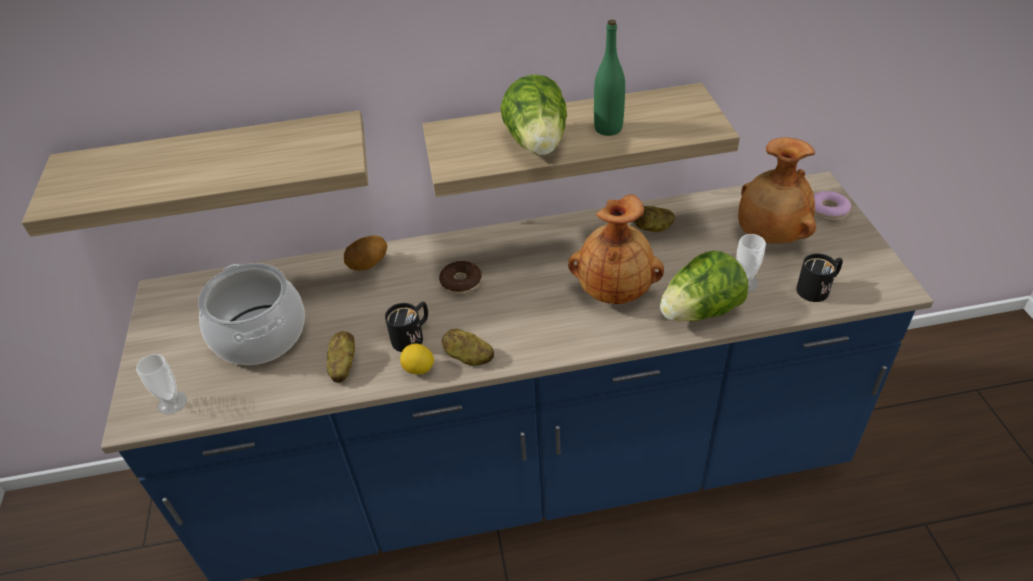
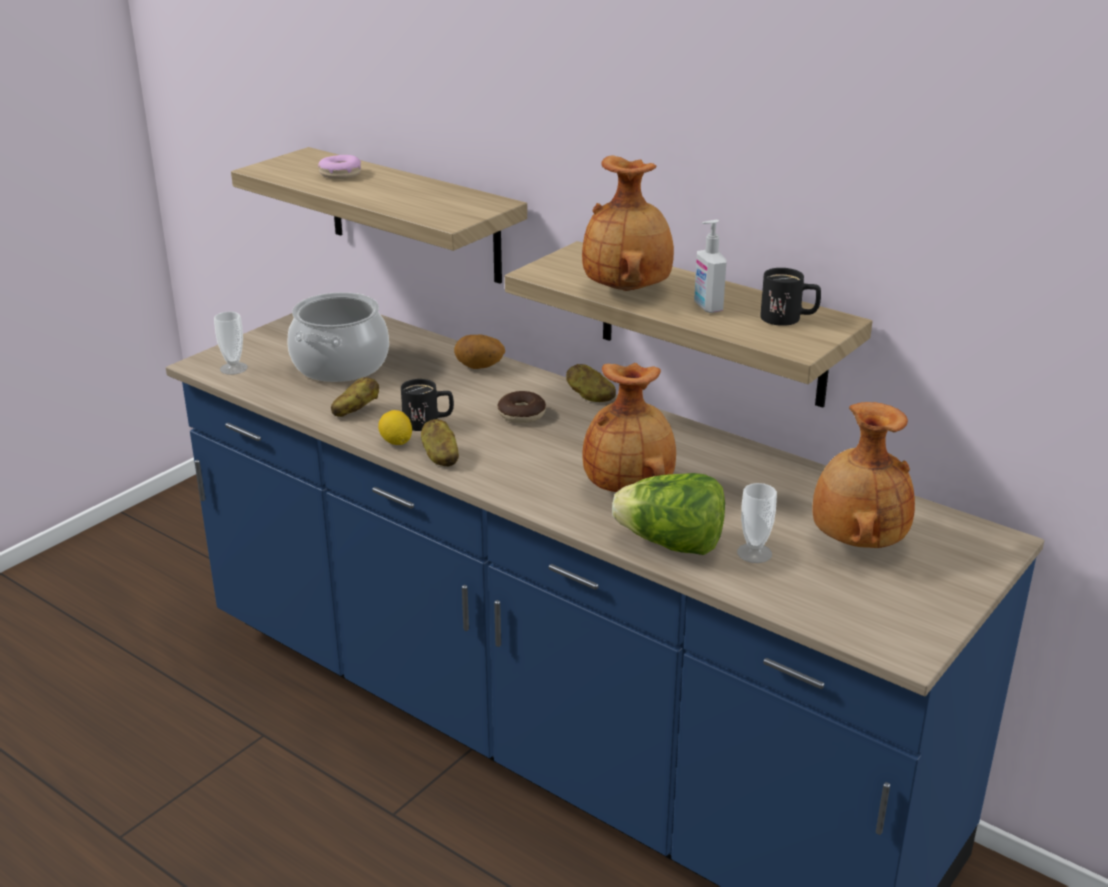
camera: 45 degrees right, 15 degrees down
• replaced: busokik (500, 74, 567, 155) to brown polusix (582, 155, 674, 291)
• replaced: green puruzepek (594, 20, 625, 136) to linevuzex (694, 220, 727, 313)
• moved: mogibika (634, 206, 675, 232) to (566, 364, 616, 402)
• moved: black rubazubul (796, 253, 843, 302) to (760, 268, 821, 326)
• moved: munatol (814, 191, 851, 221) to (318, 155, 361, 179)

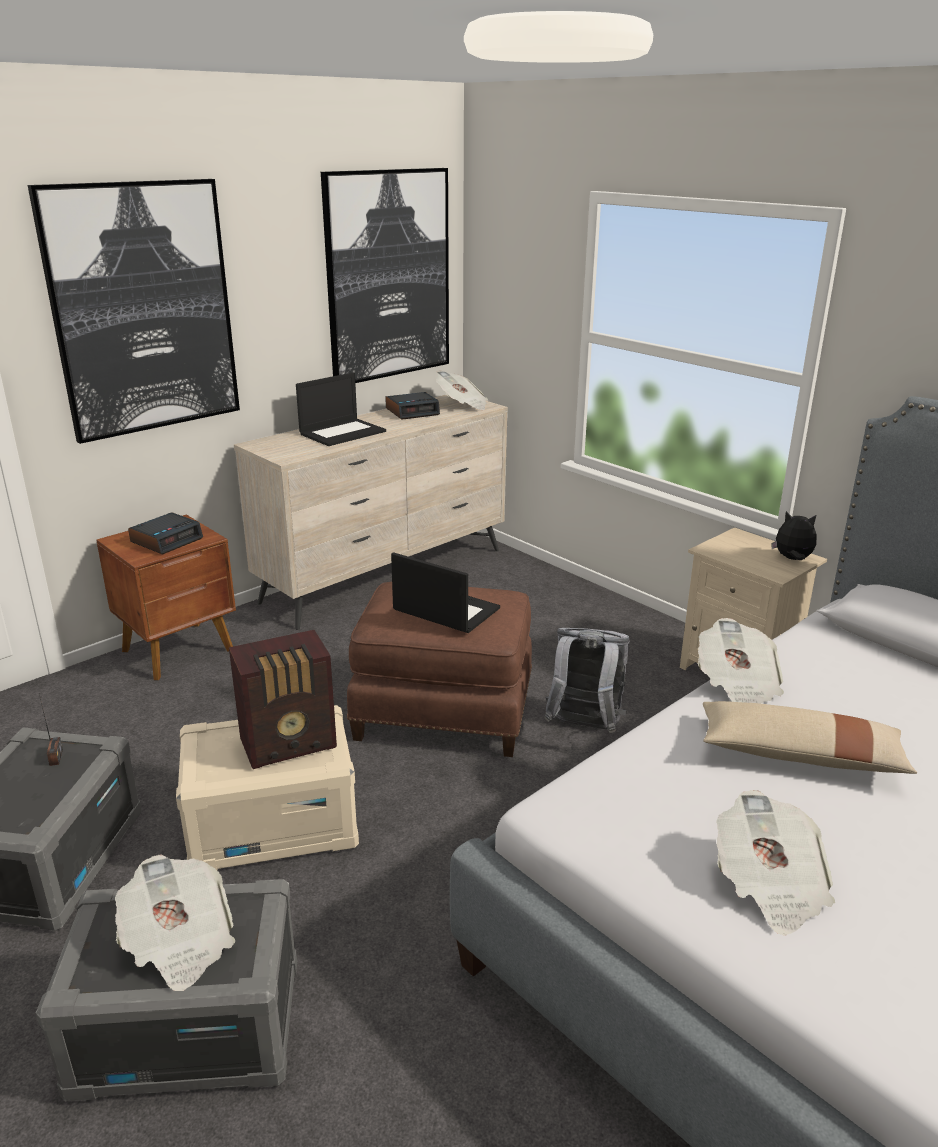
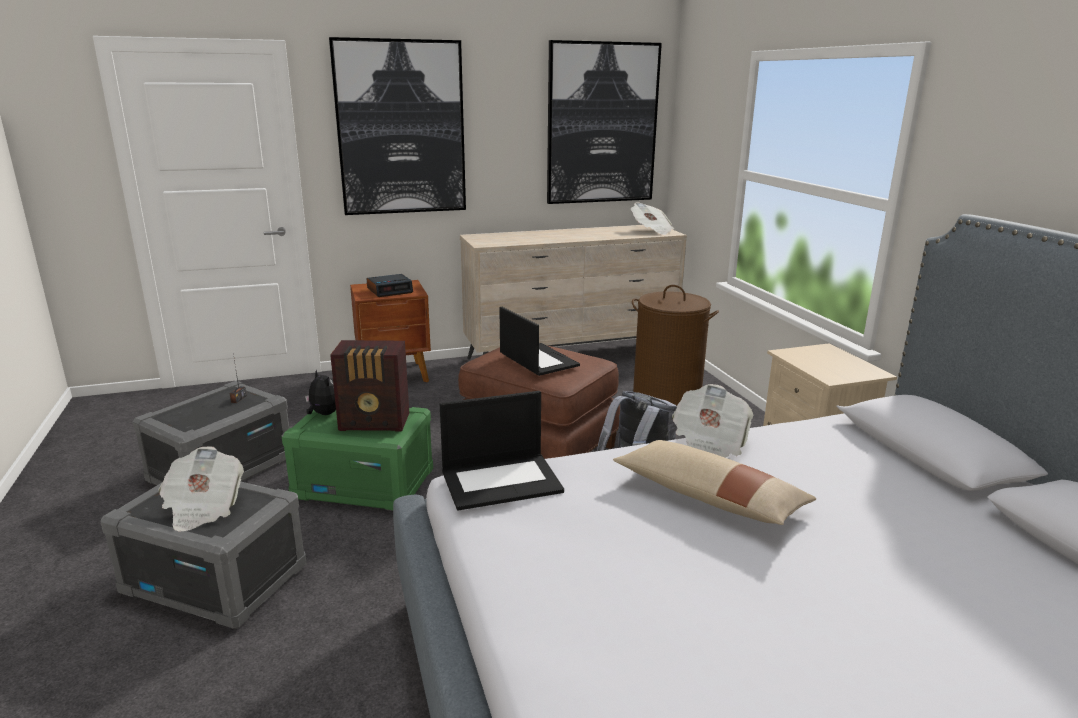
camera: 25 degrees right, 5 degrees down
• recoloured: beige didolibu (176, 705, 359, 870) to green didolibu (281, 407, 433, 511)
• moved: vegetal (296, 373, 386, 446) to (440, 391, 564, 510)
• removed: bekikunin (385, 392, 440, 420)
• removed: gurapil (716, 790, 835, 936)
• moved: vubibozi (771, 511, 817, 560) to (305, 370, 336, 415)
• added: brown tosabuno (632, 285, 719, 406)

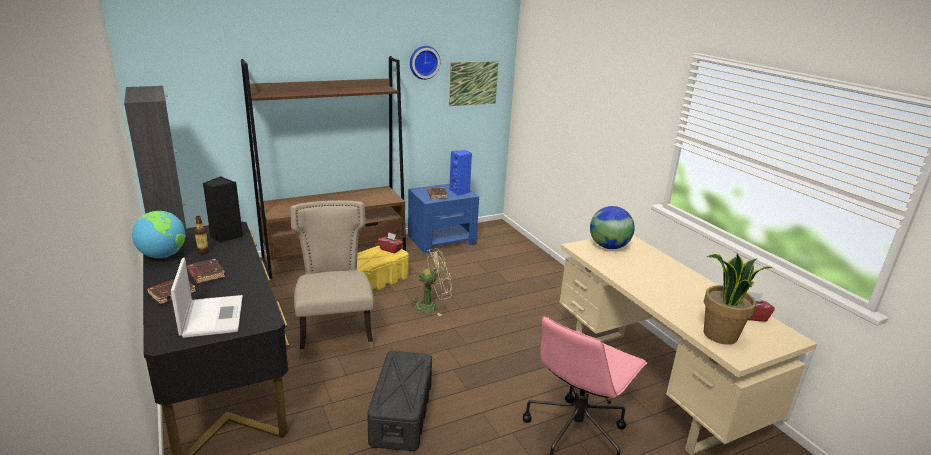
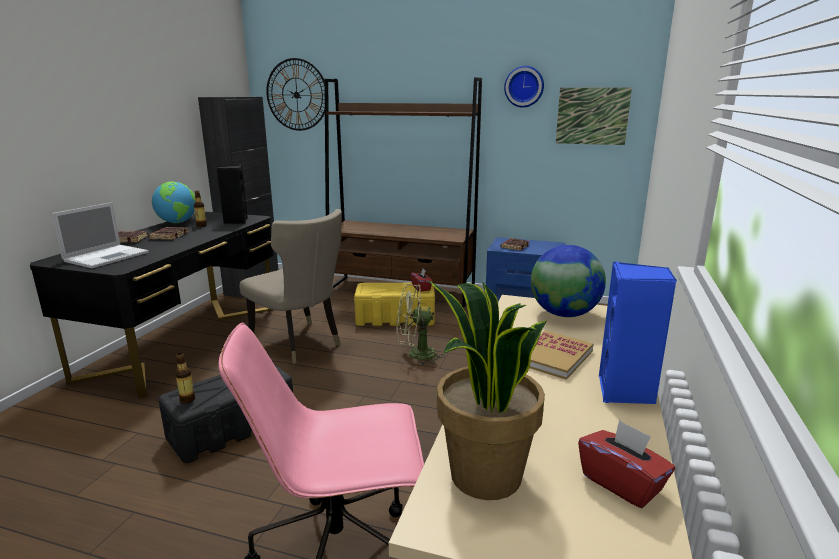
camera: 45 degrees right, 5 degrees down
• turned: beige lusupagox (291, 200, 374, 358) = (239, 209, 342, 363) 105 degrees clockwise
• turned: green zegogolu (408, 248, 452, 316) = (396, 284, 445, 365) 150 degrees clockwise
• moved: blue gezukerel (449, 150, 472, 196) to (599, 262, 677, 404)
• added: puruzepek (175, 353, 195, 404)
• added: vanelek (266, 58, 325, 131)
• added: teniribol (530, 331, 594, 380)

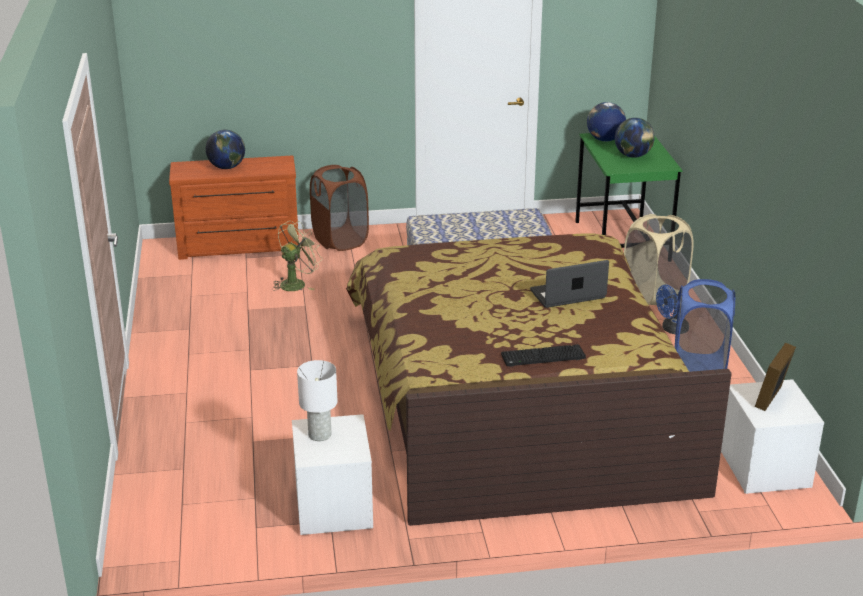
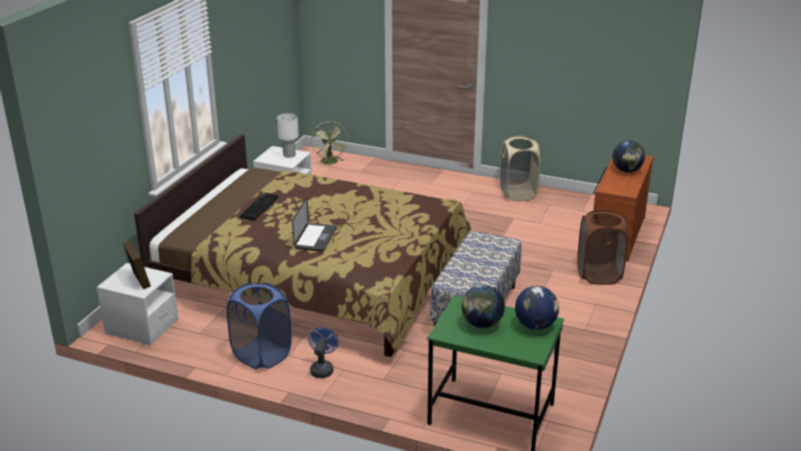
camera: 120 degrees right, 0 degrees up
• moved: green zegogolu (272, 221, 323, 291) to (311, 121, 348, 165)
• moved: beige tosabuno (624, 214, 694, 306) to (500, 136, 540, 201)

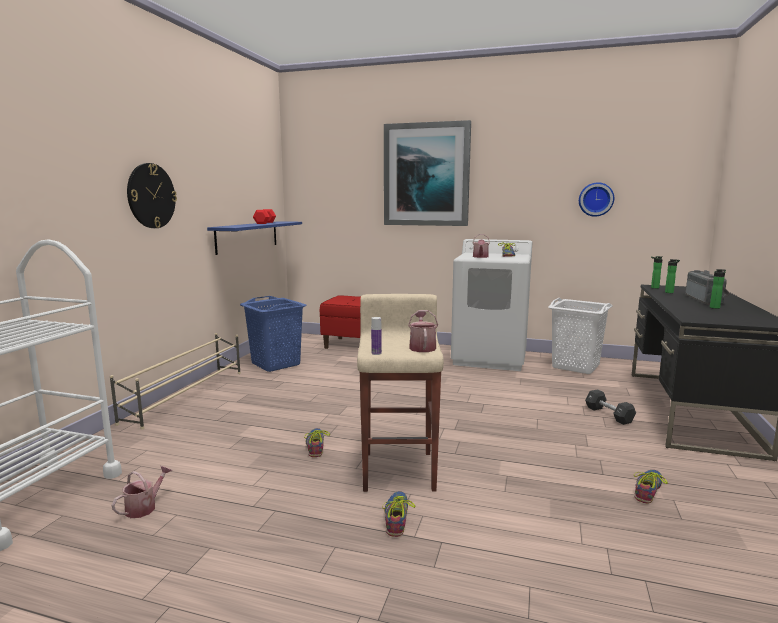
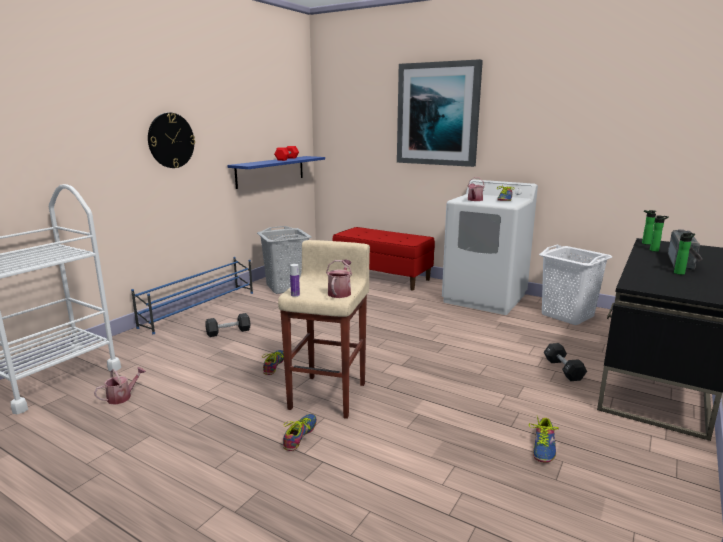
camera: 15 degrees right, 5 degrees up
• recoloured: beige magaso (110, 333, 241, 430) to blue magaso (131, 257, 253, 334)
• recoloured: blue tosabuno (240, 296, 307, 372) to grey tosabuno (257, 226, 312, 294)
• removed: vanelek (579, 182, 614, 217)
• turned: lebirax (634, 470, 668, 503) = (529, 416, 559, 463) 150 degrees clockwise
• added: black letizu (205, 313, 250, 337)

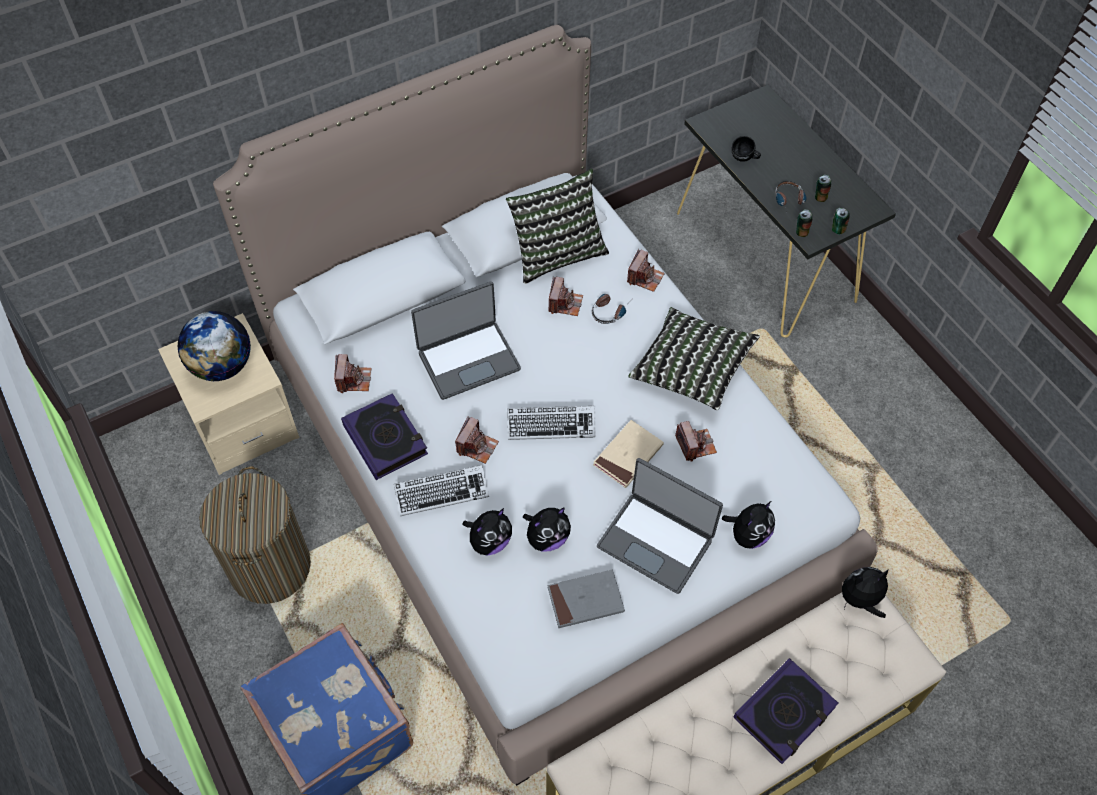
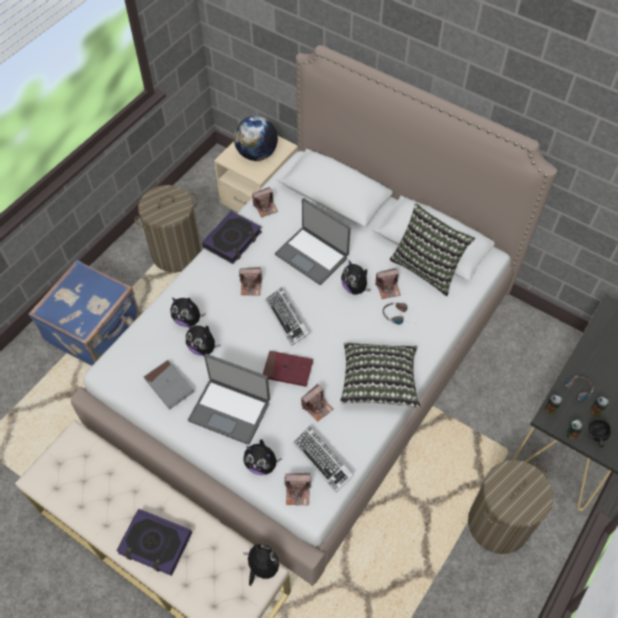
camera: 65 degrees right, 0 degrees up
• moved: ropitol (394, 465, 489, 516) to (293, 426, 354, 492)
• recoloured: beige teniribol (593, 420, 664, 488) to red teniribol (263, 351, 313, 387)
• turned: vegetal (597, 458, 723, 594) = (188, 354, 270, 445) 75 degrees counterclockwise
• moved: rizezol (627, 249, 665, 292) to (285, 473, 311, 505)
• moved: black rubazubul (732, 136, 761, 162) to (588, 419, 611, 447)
• added: vubibozi (341, 259, 371, 295)
• added: tosabuno (468, 460, 553, 554)

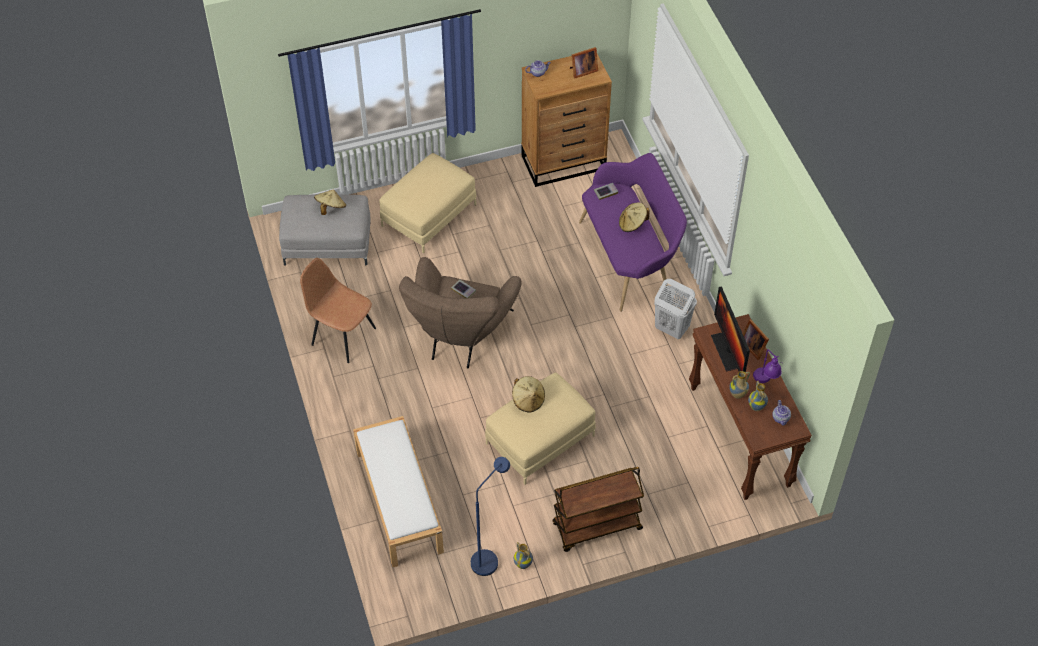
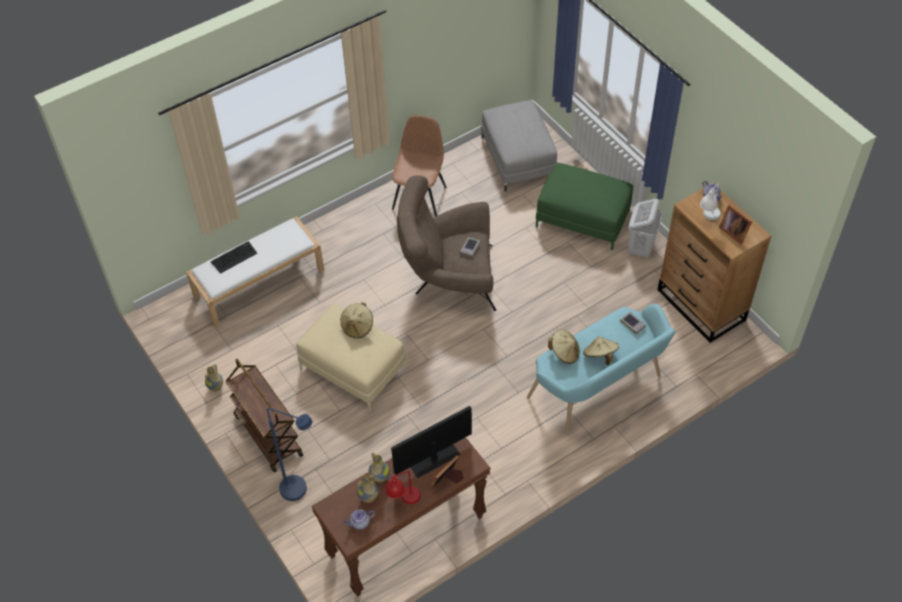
camera: 75 degrees right, 0 degrees up
• moved: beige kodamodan (314, 189, 346, 215) to (548, 330, 580, 364)
• recoloured: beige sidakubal (379, 153, 476, 253) to green sidakubal (536, 163, 633, 250)
• moved: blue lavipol (471, 457, 510, 576) to (267, 408, 312, 501)
• recoloured: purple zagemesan (579, 153, 687, 312) to turquoise zagemesan (527, 304, 676, 435)
• moved: white tosabuno (654, 279, 697, 339) to (628, 199, 662, 257)
• recoloured: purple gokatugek (753, 349, 782, 383) to red gokatugek (385, 471, 421, 504)
• added: ropitol (210, 241, 257, 274)
• added: white gokatugek (700, 184, 721, 220)

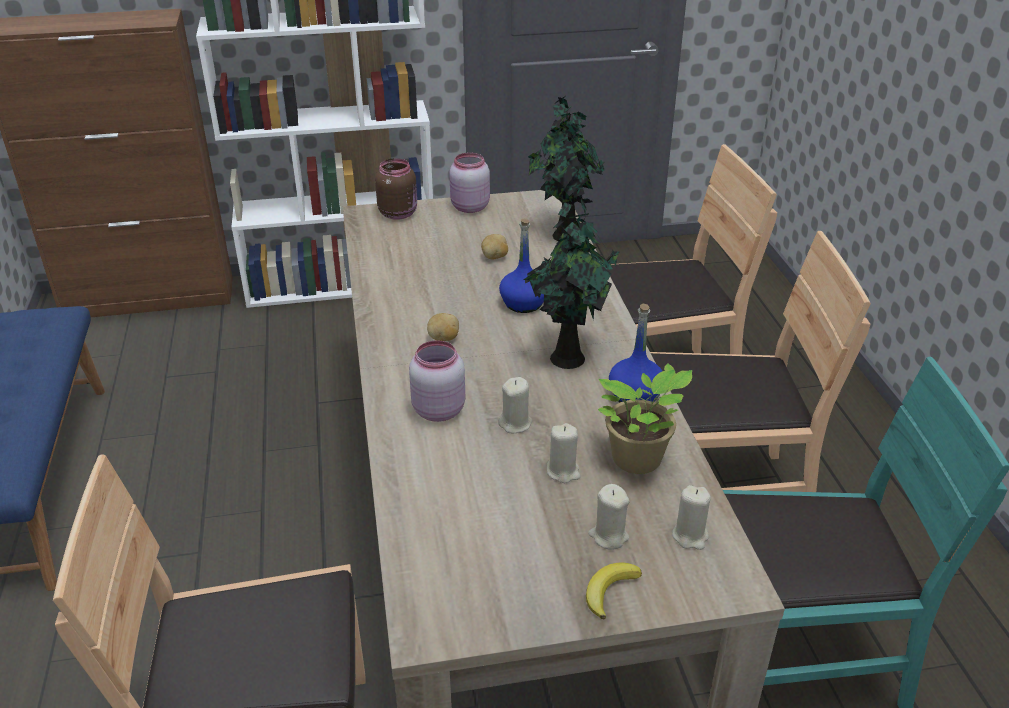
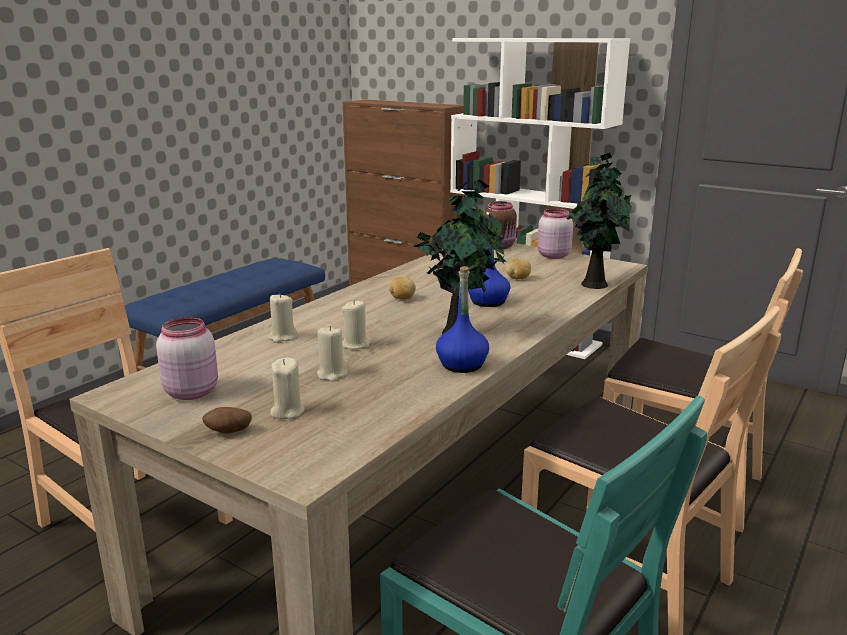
camera: 45 degrees right, 15 degrees down
• moved: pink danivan (409, 340, 465, 422) to (156, 317, 218, 400)
• replaced: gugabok (586, 562, 642, 619) to mogibika (202, 407, 252, 434)
• removed: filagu (598, 363, 692, 474)
• moved: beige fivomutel (672, 485, 711, 550) to (269, 293, 298, 343)

